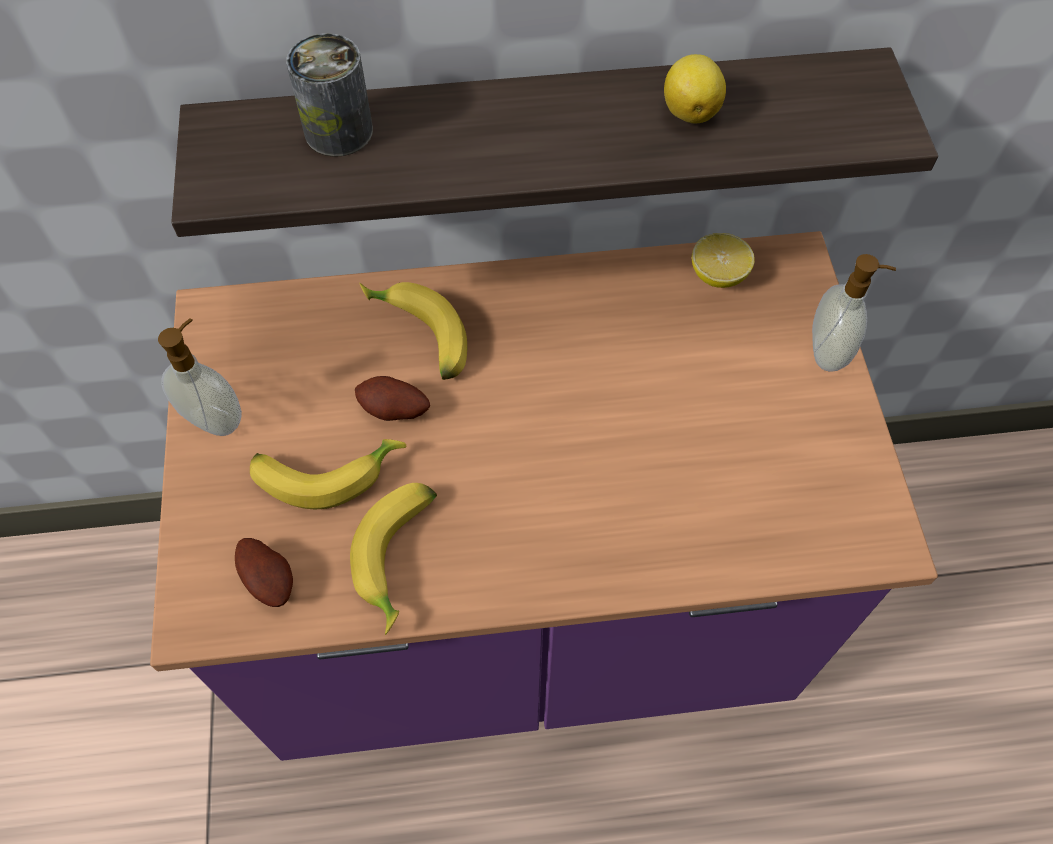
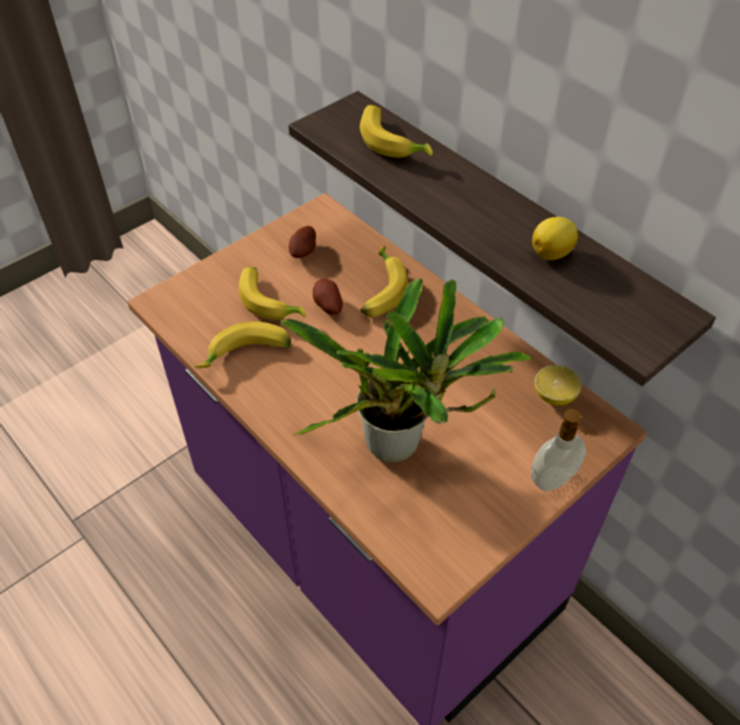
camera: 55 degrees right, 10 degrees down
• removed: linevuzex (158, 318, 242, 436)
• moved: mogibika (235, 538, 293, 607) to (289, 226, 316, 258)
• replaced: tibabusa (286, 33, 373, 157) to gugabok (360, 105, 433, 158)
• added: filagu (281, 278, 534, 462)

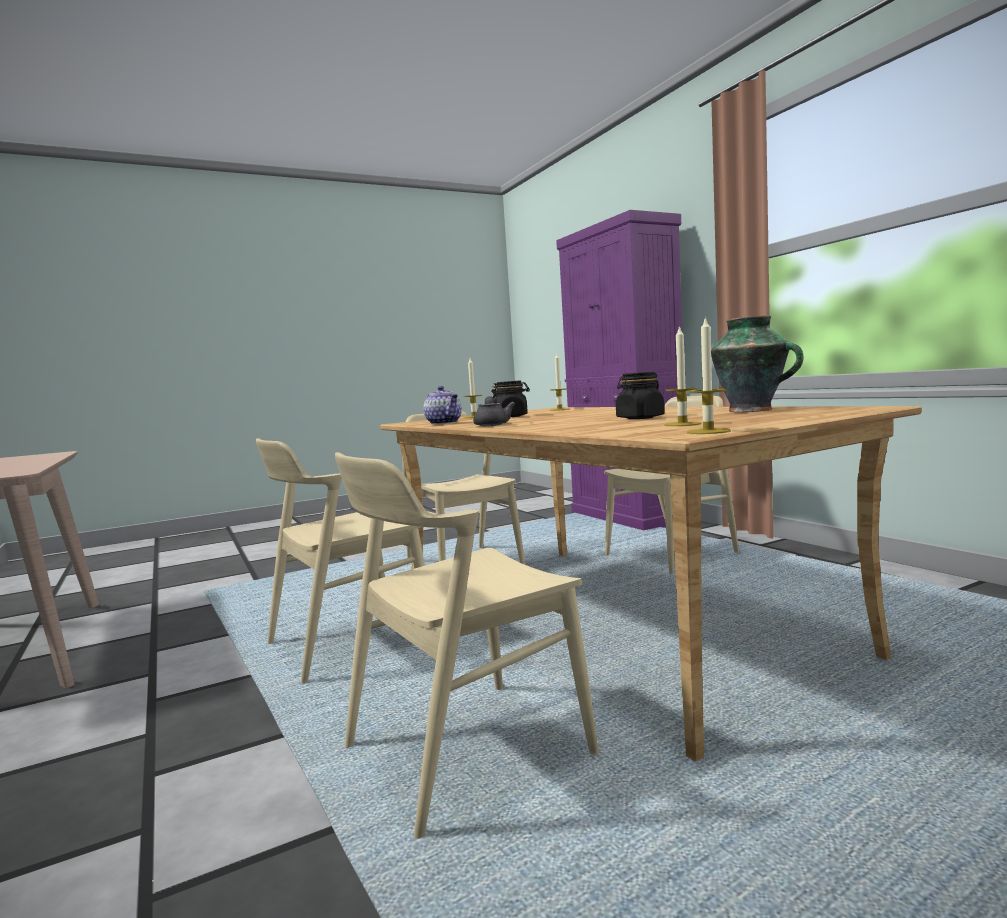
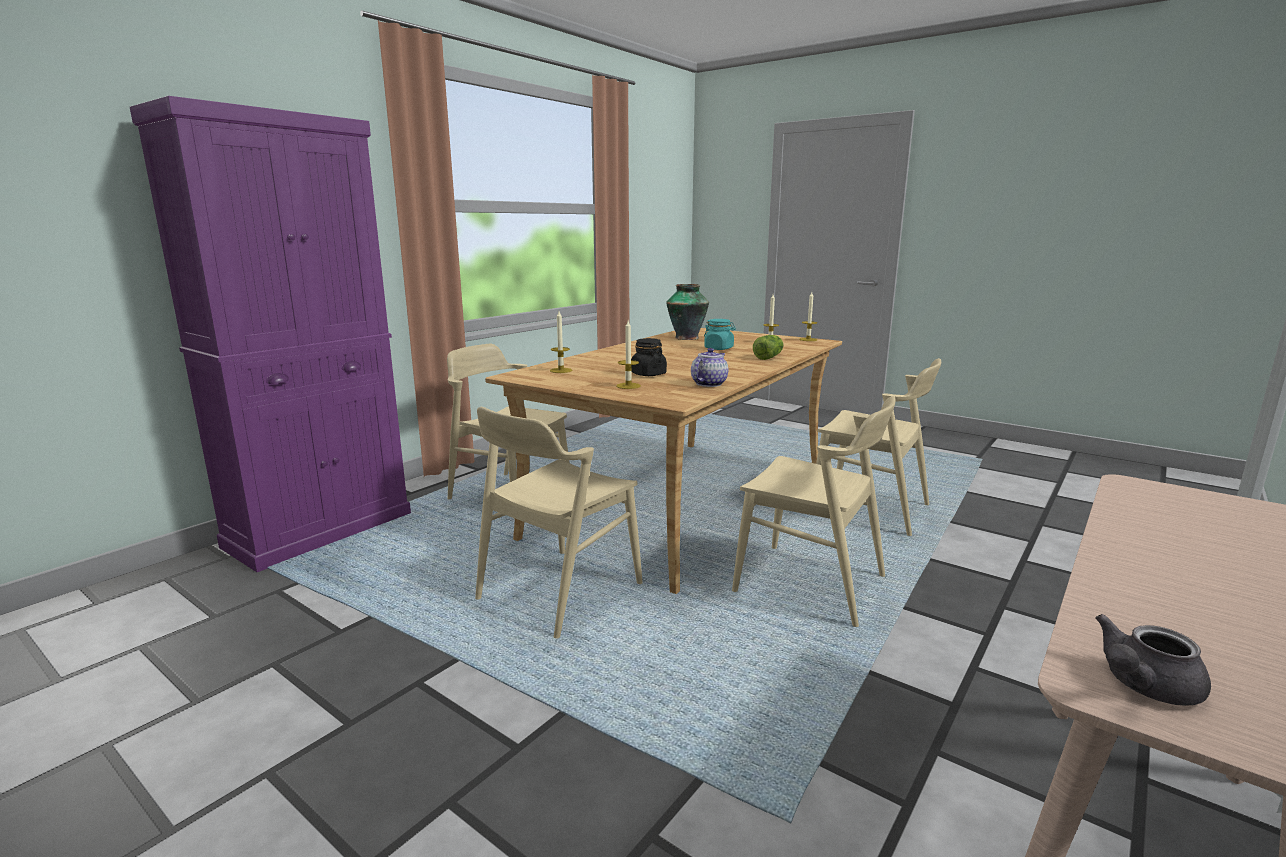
camera: 115 degrees left, 10 degrees up
• moved: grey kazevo (473, 396, 515, 426) to (1095, 614, 1211, 706)
• recoloured: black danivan (616, 372, 665, 419) to turquoise danivan (704, 319, 736, 350)
• added: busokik (753, 335, 784, 360)

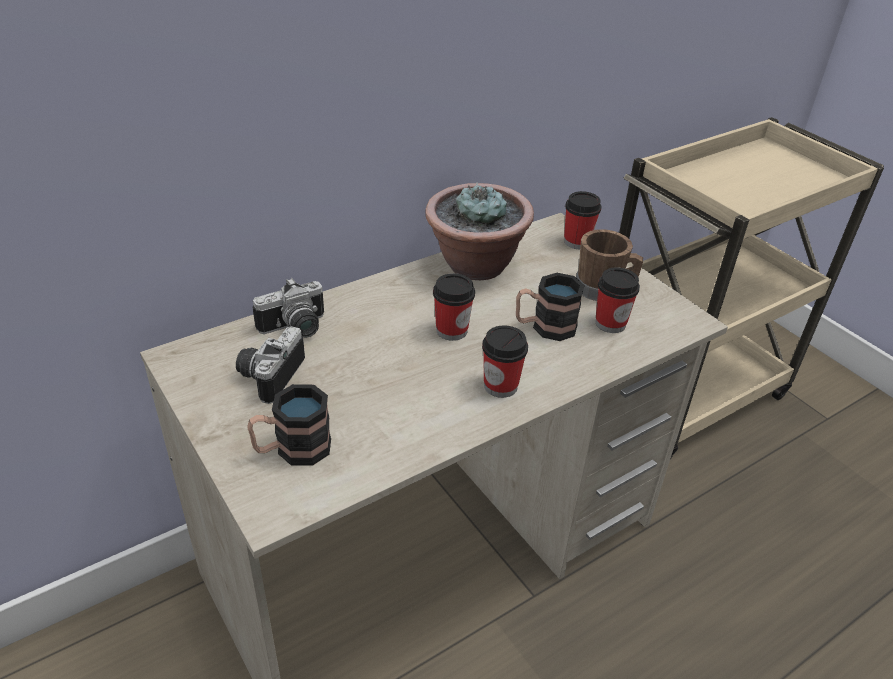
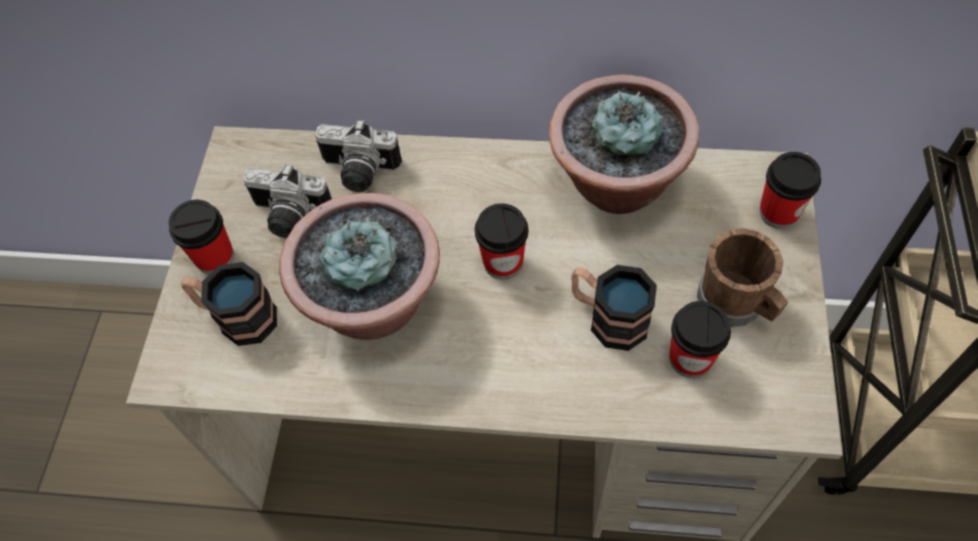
camera: 45 degrees right, 20 degrees up
• turned: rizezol (236, 326, 305, 404) = (243, 164, 332, 238) 135 degrees counterclockwise
• moved: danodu (482, 325, 528, 398) to (169, 200, 234, 274)
• added: filagu (279, 193, 440, 340)

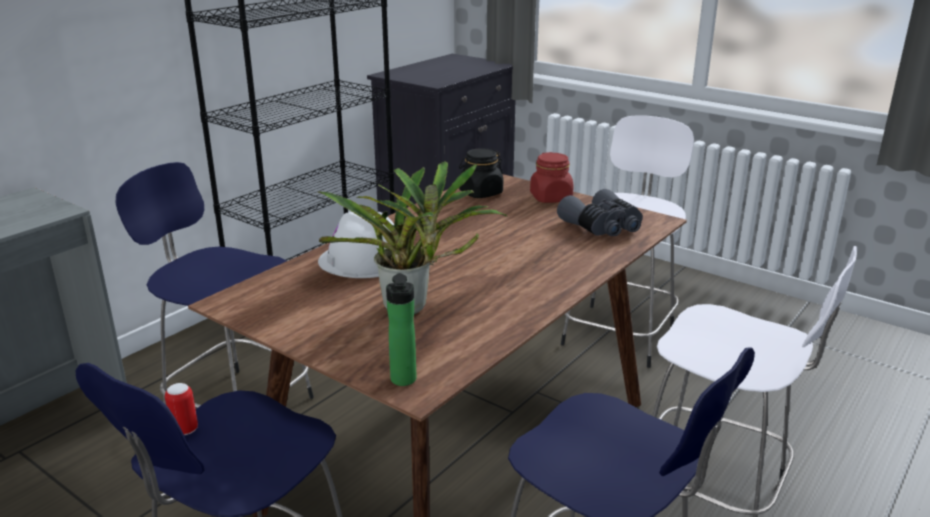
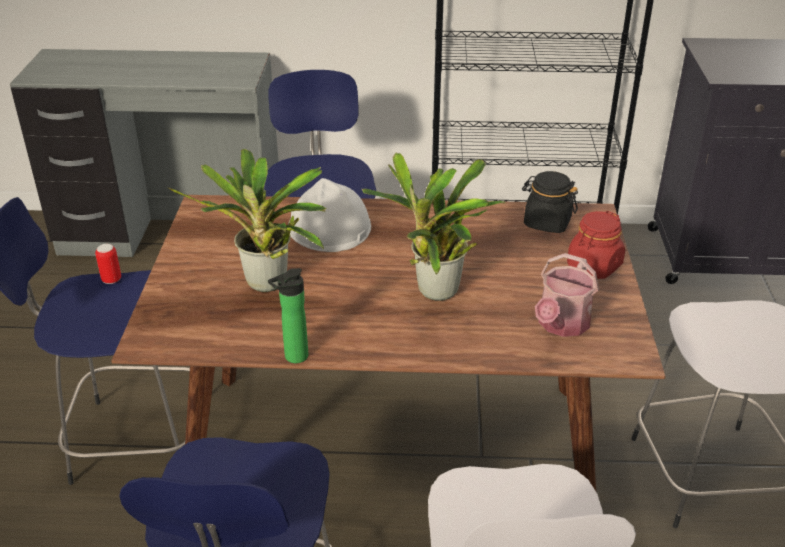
camera: 55 degrees right, 10 degrees up
• moved: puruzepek (386, 273, 417, 386) to (268, 268, 308, 363)
• replaced: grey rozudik (557, 189, 643, 236) to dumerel (535, 253, 599, 337)
• added: filagu (362, 153, 506, 301)

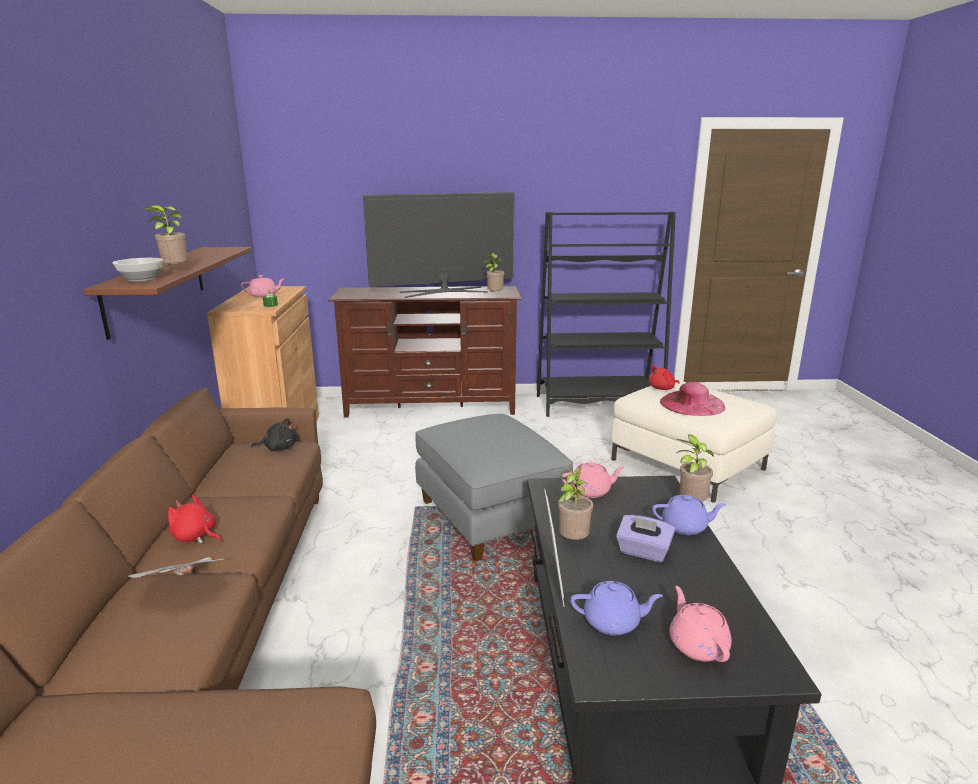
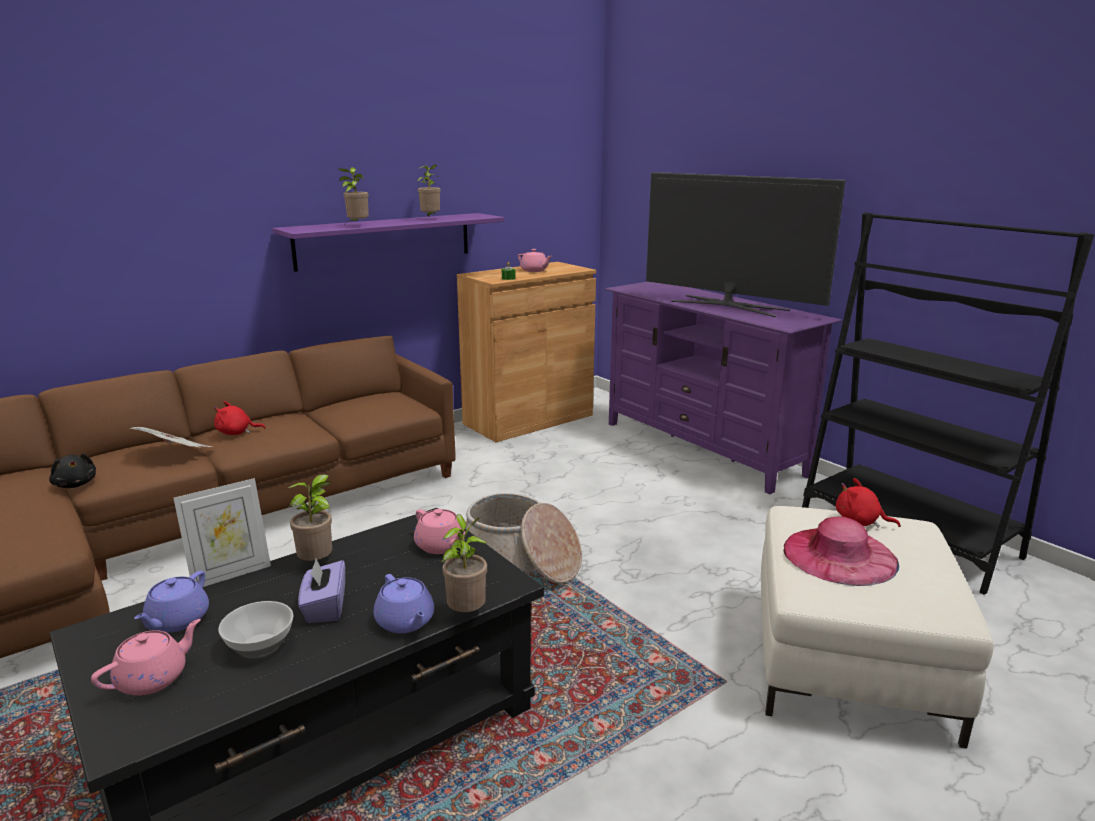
camera: 55 degrees right, 0 degrees up
• recoloured: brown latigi (84, 247, 252, 340) to purple latigi (272, 213, 505, 272)
• moved: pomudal (113, 258, 163, 282) to (218, 601, 293, 658)
• turned: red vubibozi (168, 495, 221, 544) = (214, 401, 266, 435) 90 degrees counterclockwise
• moved: black vubibozi (251, 418, 297, 451) to (49, 454, 96, 488)
• recoloured: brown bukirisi (328, 286, 522, 418) to purple bukirisi (605, 282, 842, 494)
• replaced: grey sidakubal (415, 414, 573, 562) to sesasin (466, 493, 582, 584)
• moved: filagu (484, 253, 504, 291) to (418, 165, 441, 217)
• turned: purple kazevo (570, 581, 663, 635) = (134, 571, 209, 632) 45 degrees clockwise

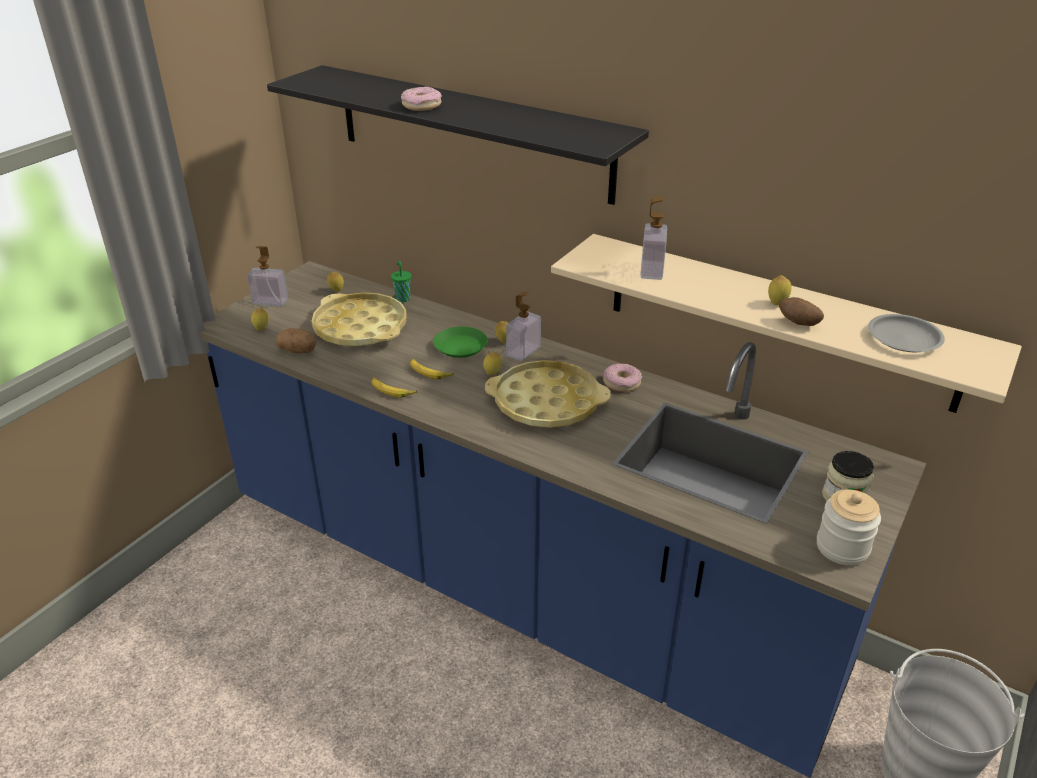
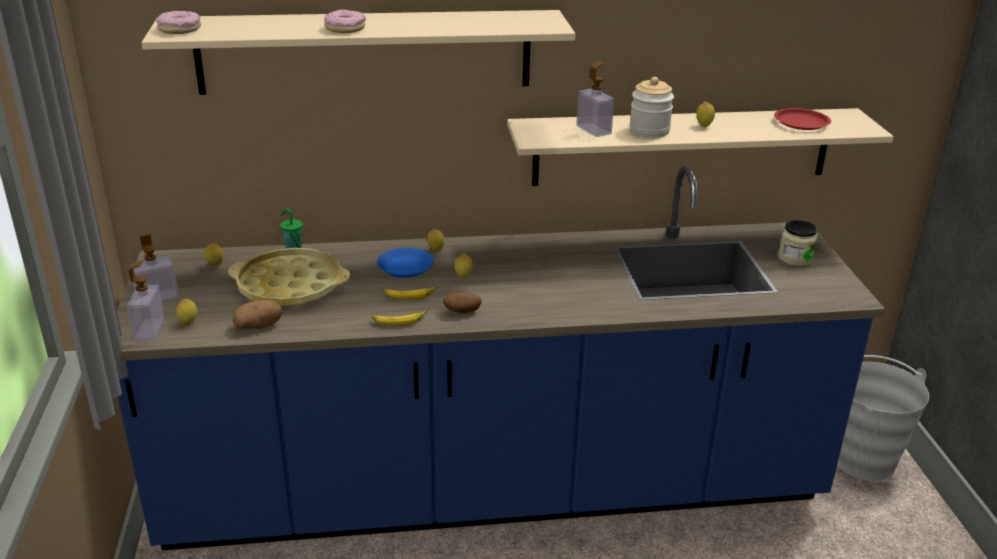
camera: 40 degrees left, 5 degrees down
• recoloured: black latigi (267, 65, 649, 205) to beige latigi (141, 10, 576, 95)
• recoloured: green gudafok (433, 326, 488, 358) to blue gudafok (377, 248, 434, 278)
• removed: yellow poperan (485, 360, 610, 428)
• moved: linevuzex (506, 292, 541, 361) to (127, 261, 165, 340)
• moved: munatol (603, 363, 642, 392) to (156, 11, 201, 34)
• moved: mogibika (779, 297, 824, 326) to (443, 292, 482, 313)
• moved: danivan (817, 489, 881, 565) to (629, 77, 674, 138)
• recoloured: grey gudafok (868, 314, 945, 352) to red gudafok (774, 108, 831, 130)

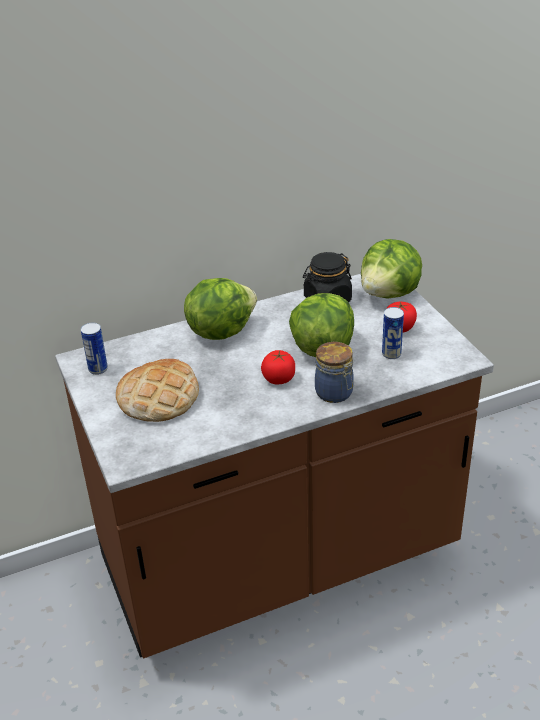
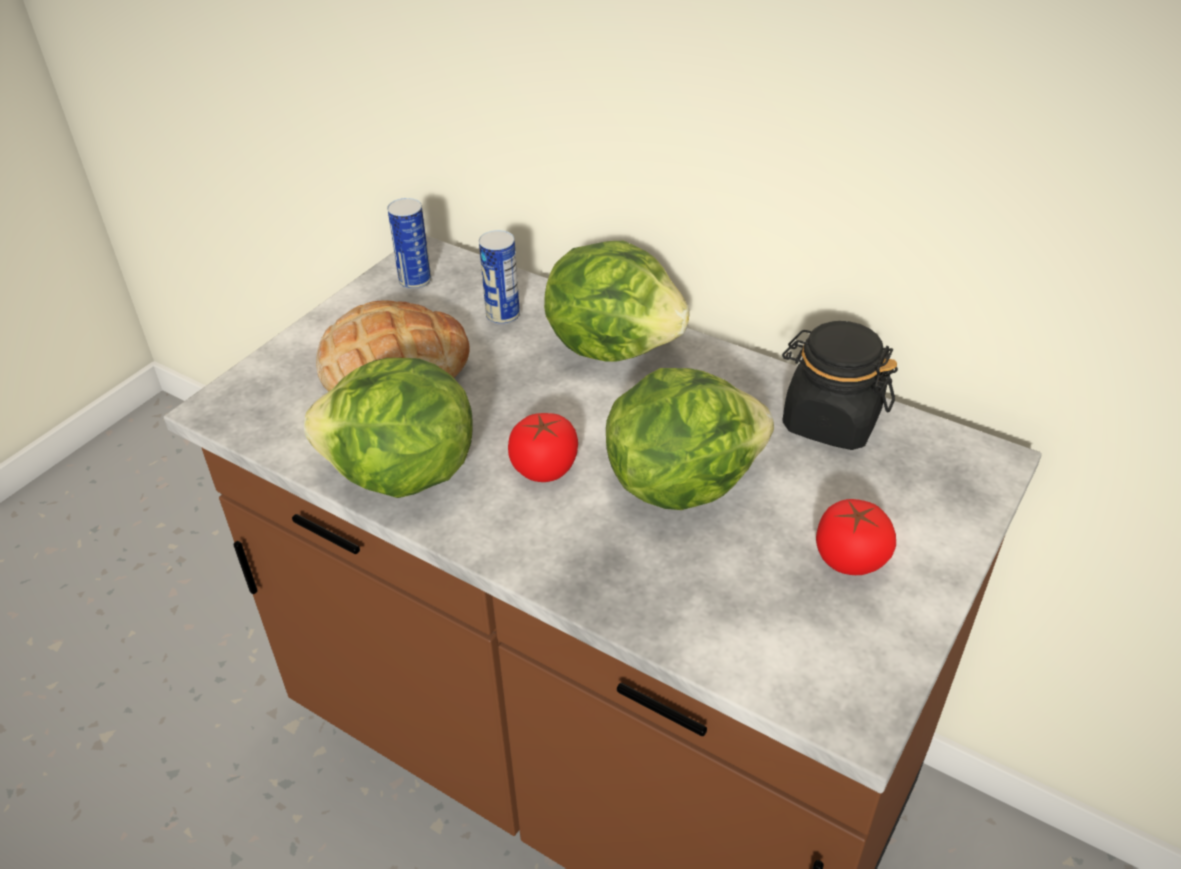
camera: 55 degrees right, 5 degrees up
• removed: danivan (315, 342, 354, 403)
• moved: busokik (361, 239, 422, 299) to (304, 358, 473, 498)
• moved: tibabusa (382, 307, 404, 359) to (479, 230, 520, 325)

